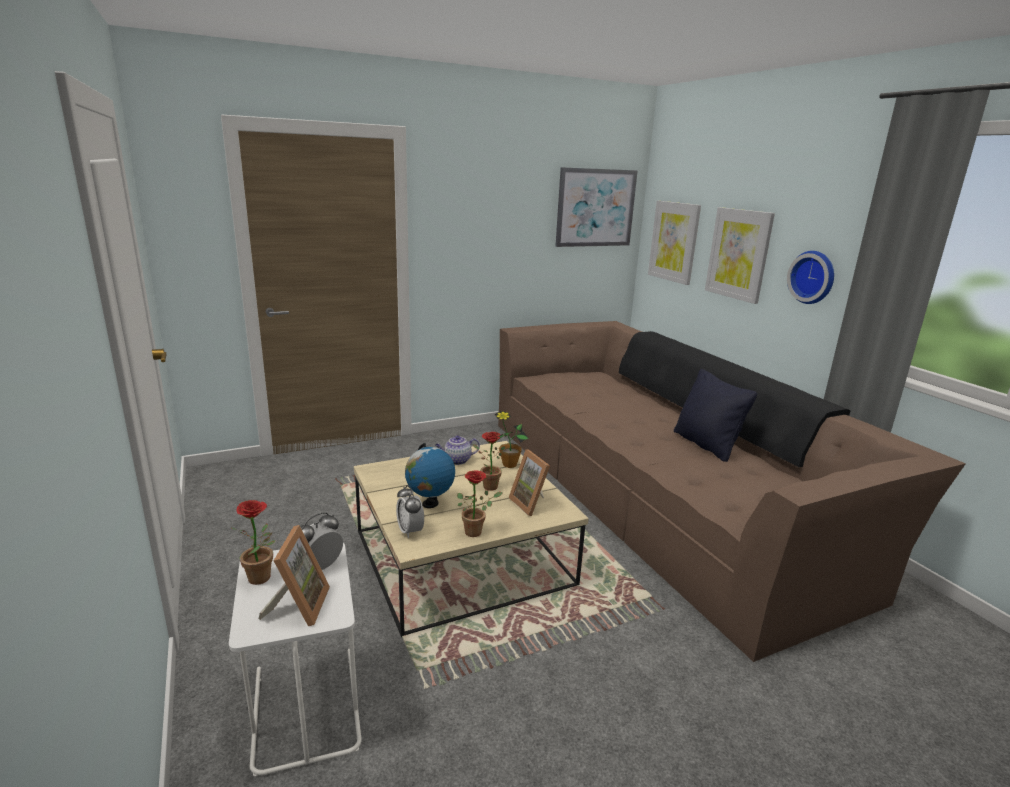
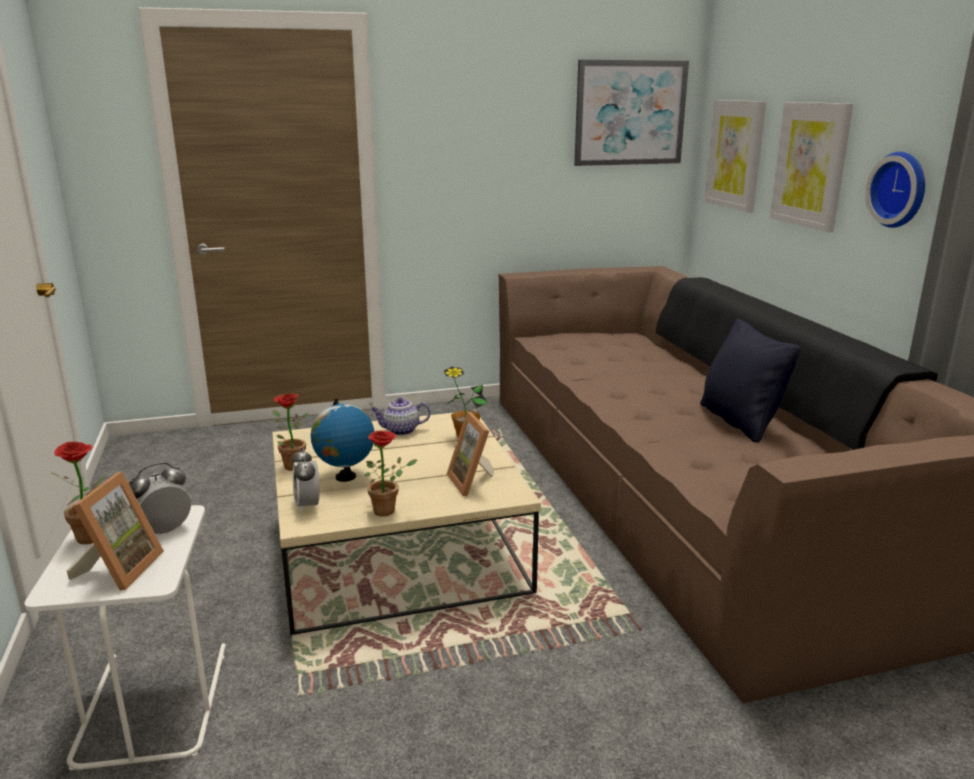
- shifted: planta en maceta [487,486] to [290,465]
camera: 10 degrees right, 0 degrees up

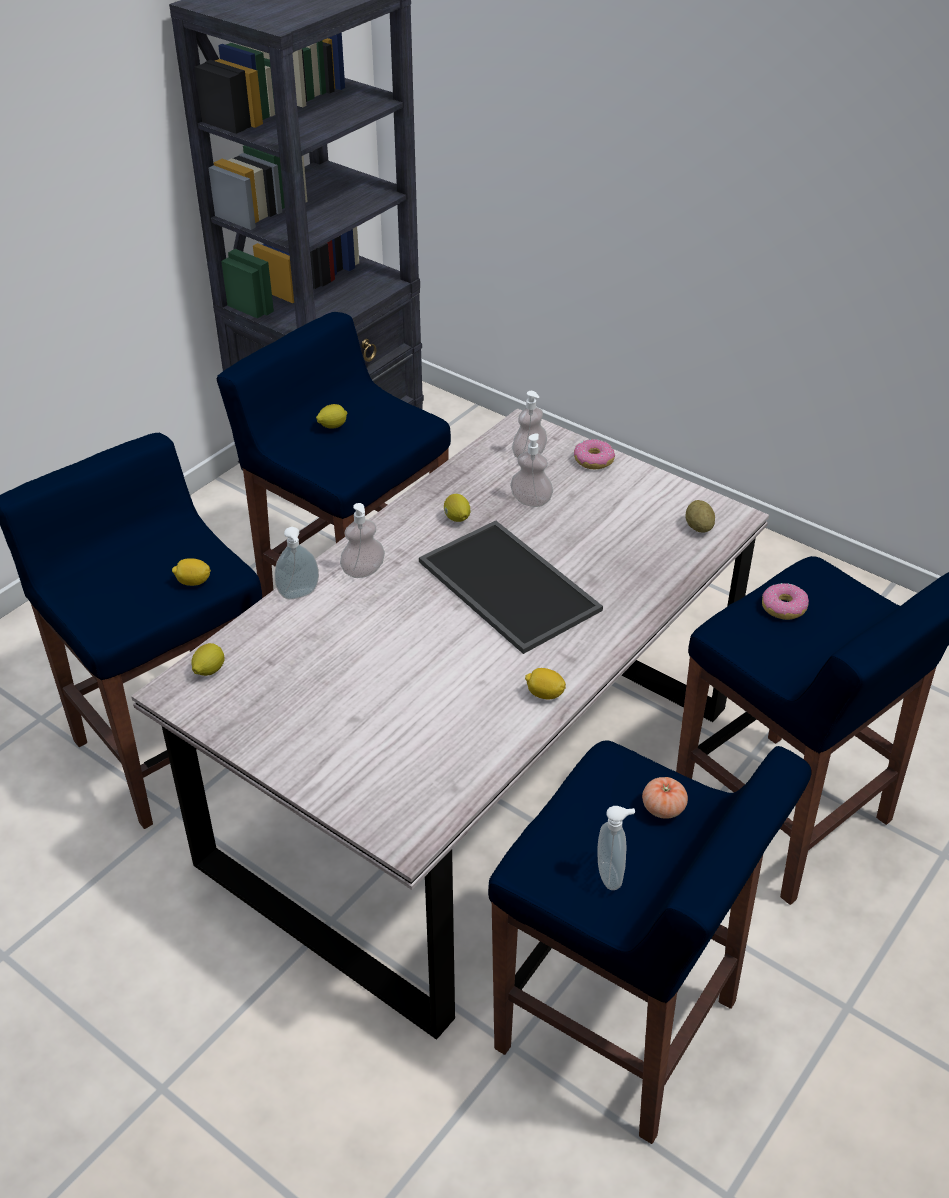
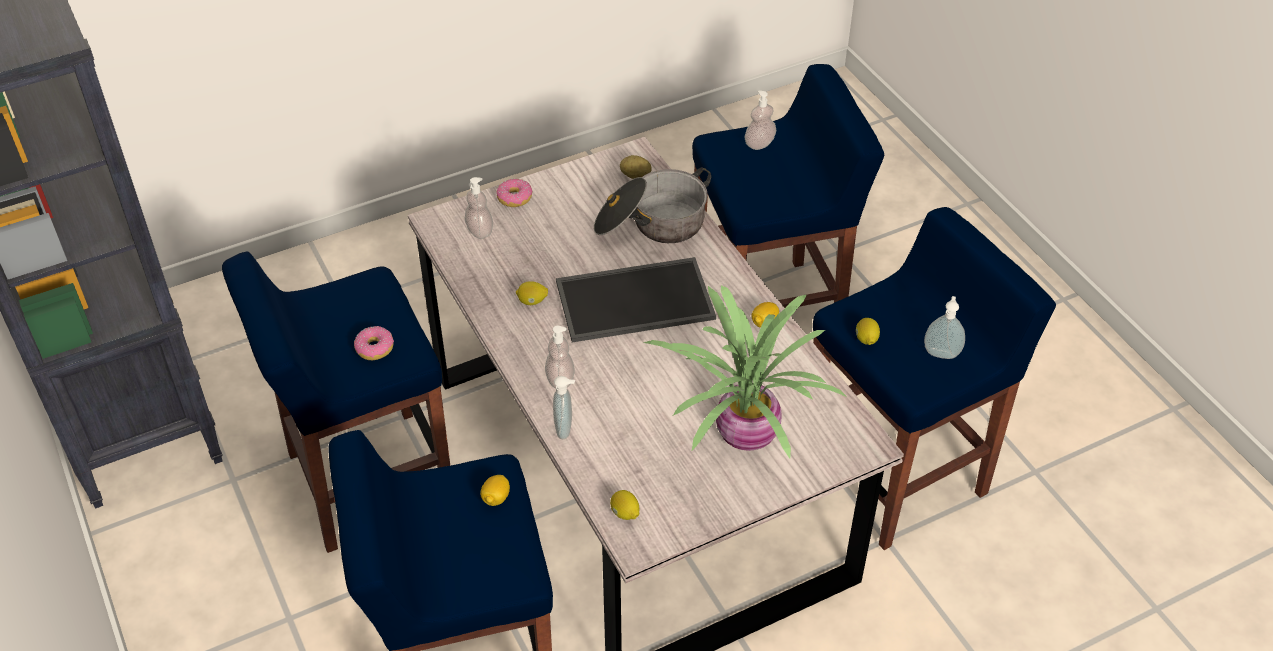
- shifted: limón [332,426] to [866,340]
- shifted: dispensador de jabón [531,501] to [759,144]
- shifted: rosquilla [783,607] to [374,348]
- gone: tomate [663,808]
- new: olla [651,224]
- new: planta en maceta [744,432]
camera: 65 degrees left, 5 degrees up

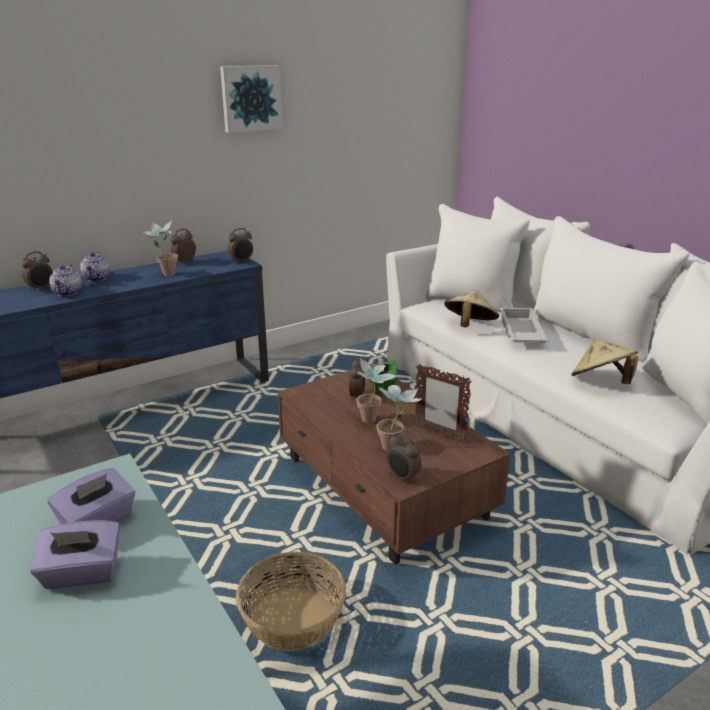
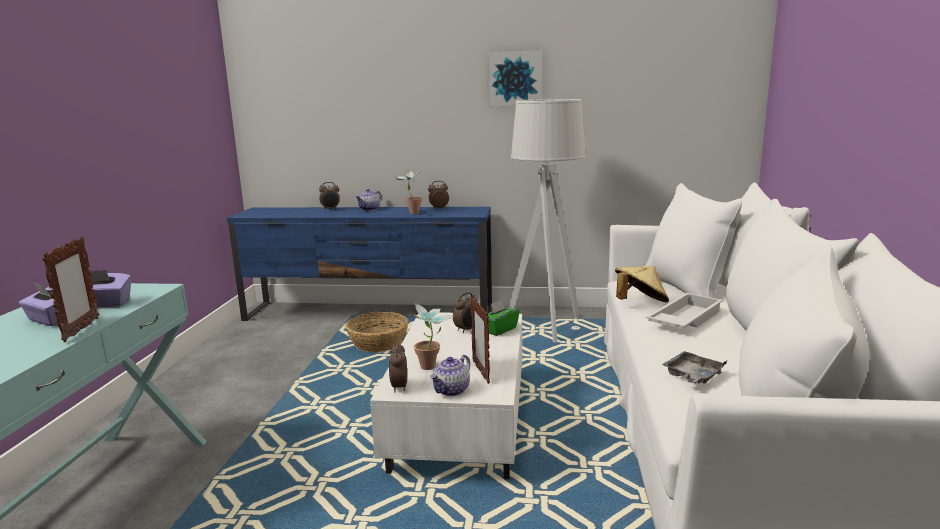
- gone: despertador [242,261]
- shifted: tetera [68,293] to [451,390]
- swapped: sombrero [beis] [601,382] to bandeja [gris] [692,376]
- gone: planta en maceta [372,421]
- repainted: mesa de centro [marrón] [383,488] to mesa de centro [blanco] [459,422]
- shifted: cesta [293,618] to [379,343]
- new: lámpara de pie [gris] [546,326]
- new: portarretratos [81,330]
camera: 40 degrees right, 10 degrees down

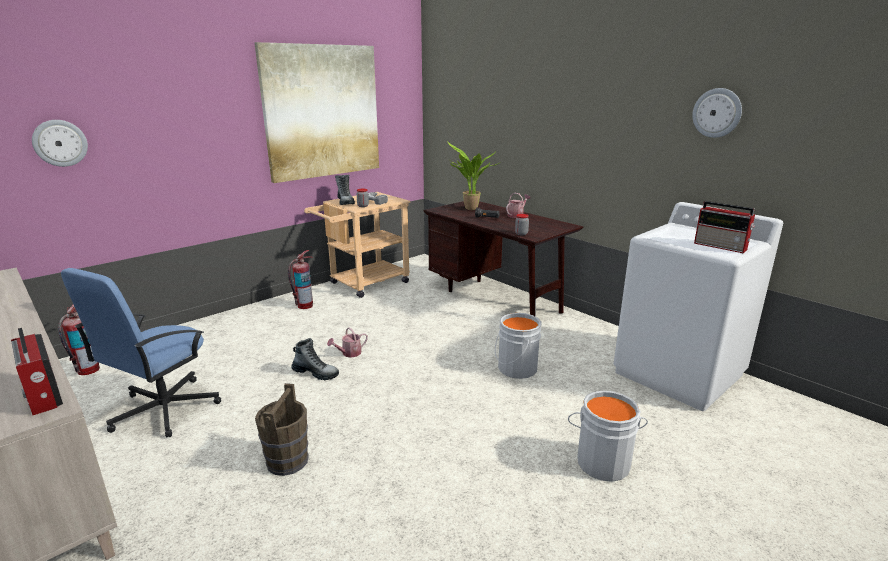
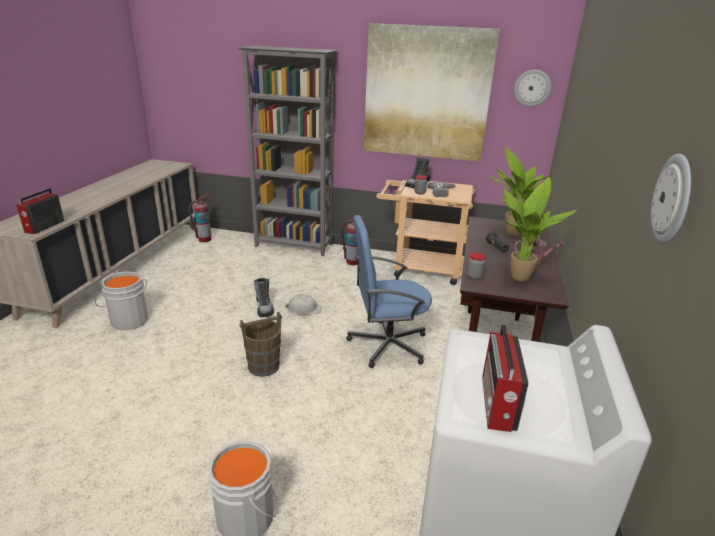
- shifted: reloj de pared [60,143] to [532,88]
- shifted: silla de oficina [azul] [163,409] to [386,345]
- shifted: cubo [gris] [515,368] to [129,320]
- swapped: regadera [349,353] to casco [blanco] [304,309]
- shifted: cubo [marrón] [287,461] to [264,366]
- new: estantería [gris] [294,246]
- new: planta en maceta [517,277]
camera: 55 degrees right, 5 degrees up

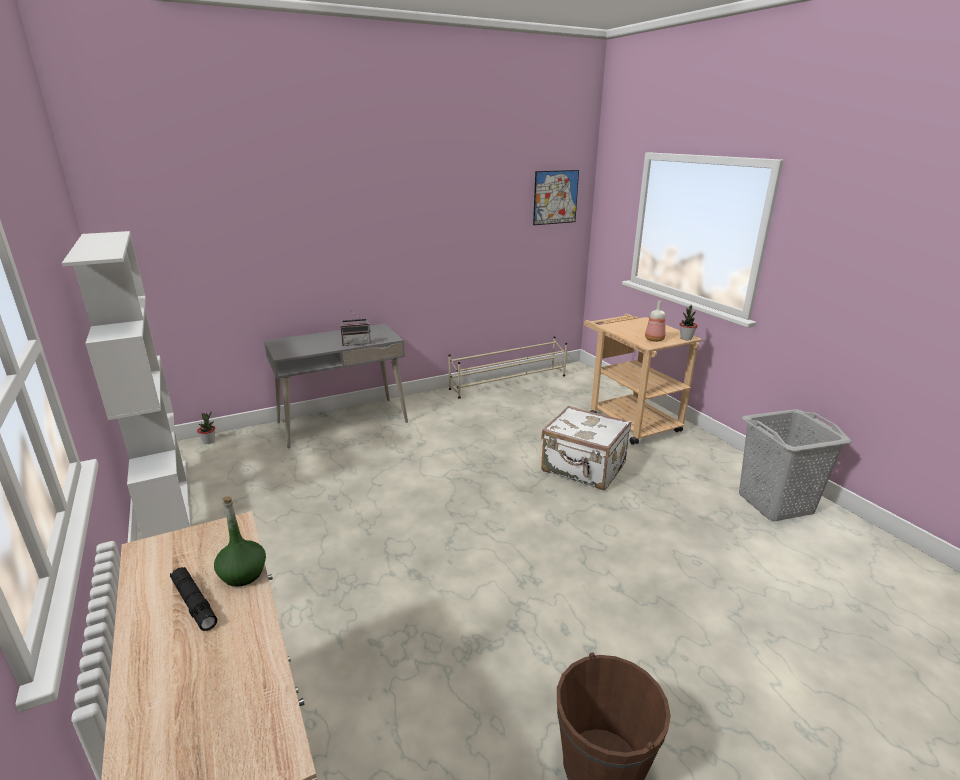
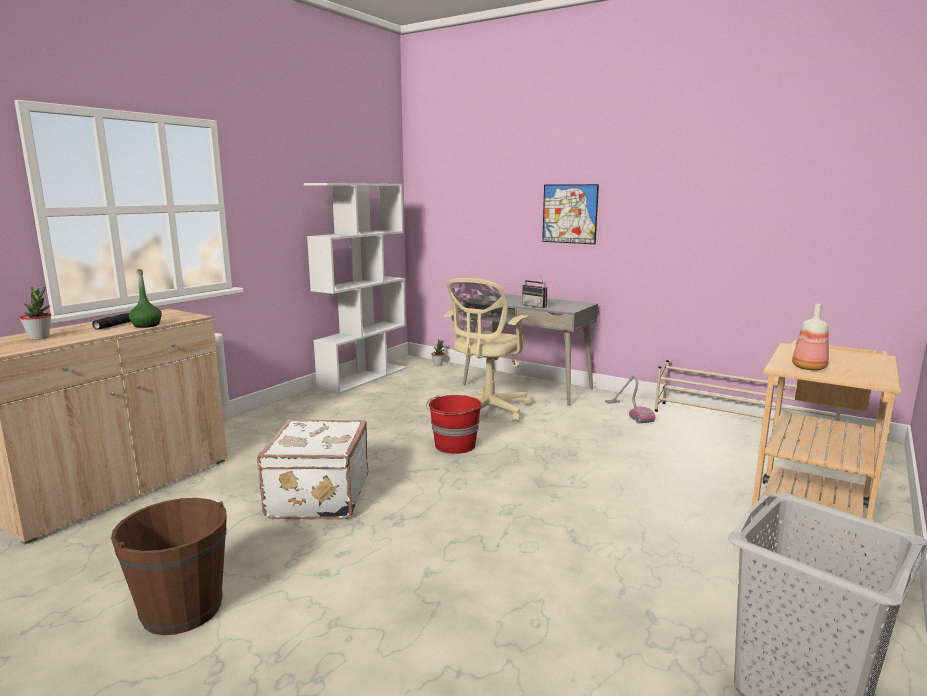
- shifted: cuadro [555,197] to [569,214]
- shifted: planta en maceta [686,338] to [39,338]
- shifted: maleta [blanco] [583,468] to [316,497]
- new: silla de oficina [beis] [487,411]
- new: aspiradora [628,412]
- new: cubo [rojo] [454,445]
camera: 60 degrees right, 10 degrees down

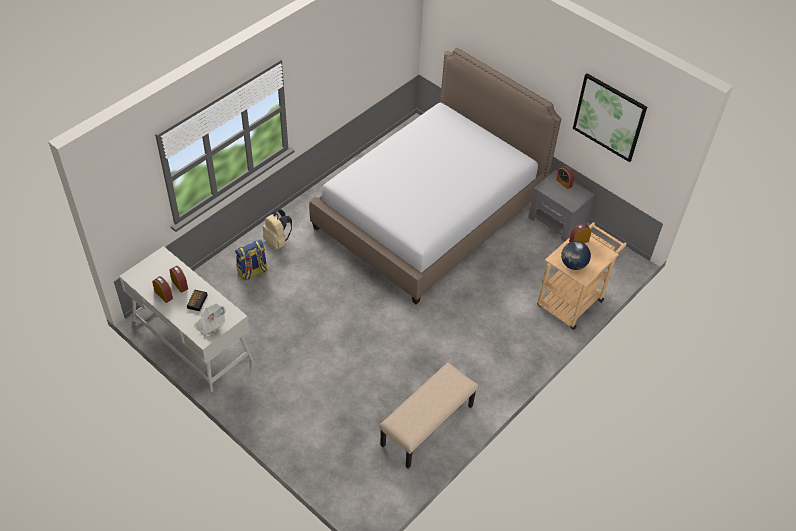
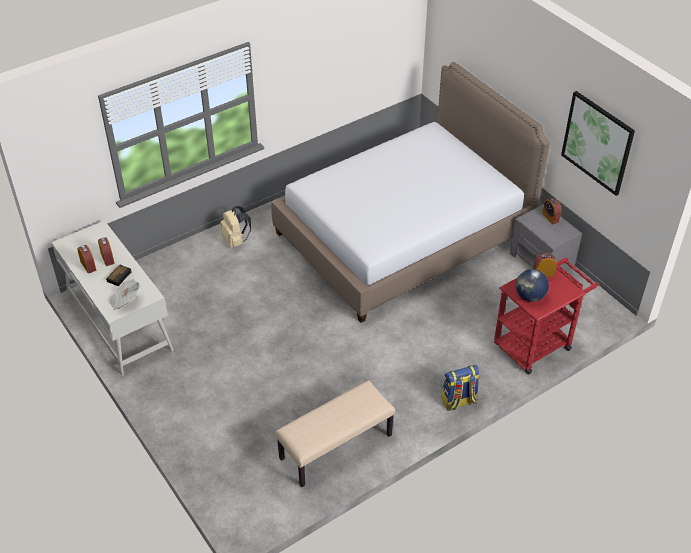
- repainted: carrito [beis] [573,299] to carrito [rojo] [537,343]
- shifted: mochila [252,272] to [458,401]
camera: 15 degrees right, 5 degrees down

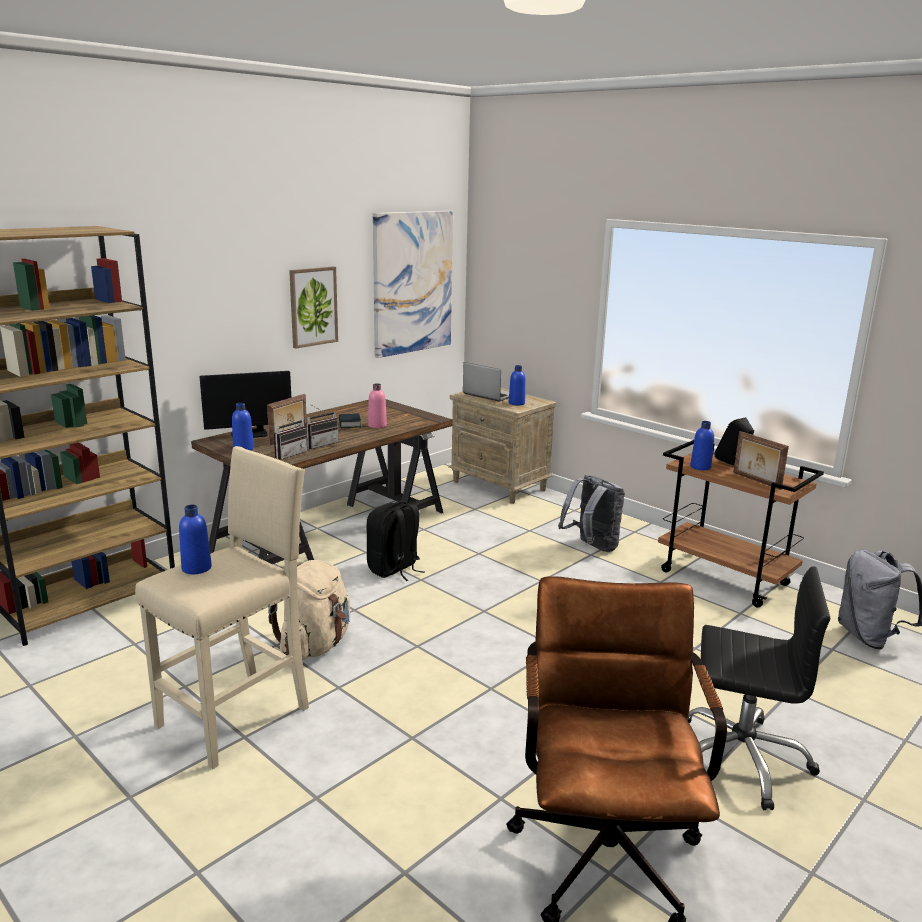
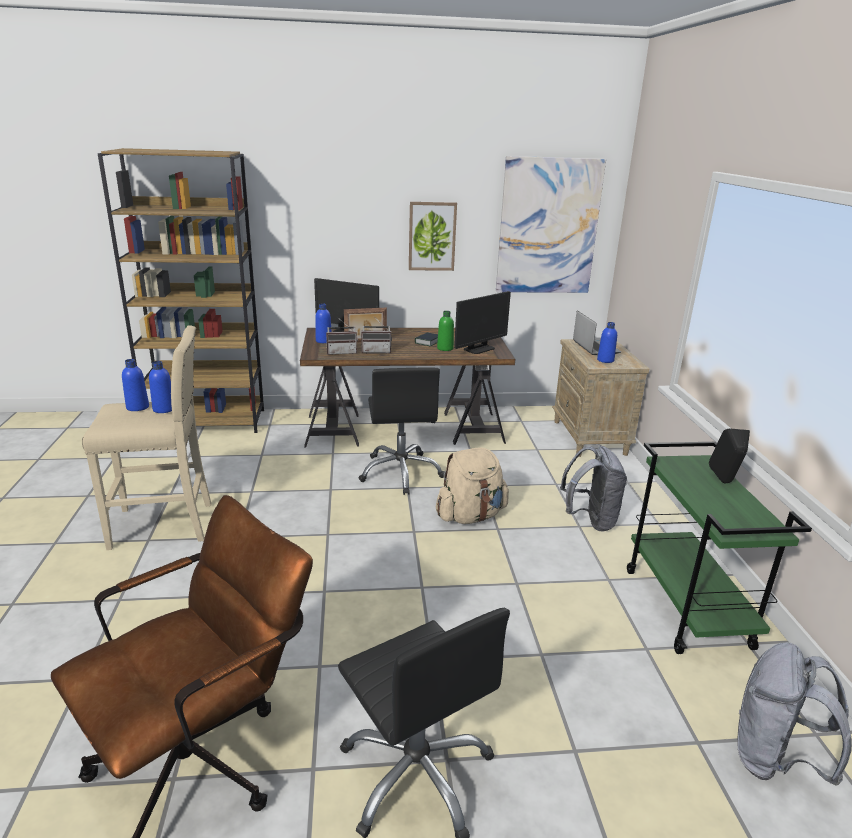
- repainted: botella [rosa] [377,425] to botella [verde] [445,348]
- shifted: botella [azul] [700,467] to [164,409]
- gone: portarretratos [756,481]
- repainted: carrito [marrón] [725,578] to carrito [verde] [688,608]
- swapped: mochila [negro] [394,569] to silla de oficina [negro] [401,472]
- shifted: mochila [beis] [315,645] to [470,516]
- new: monitor [479,349]
camera: 40 degrees right, 5 degrees up

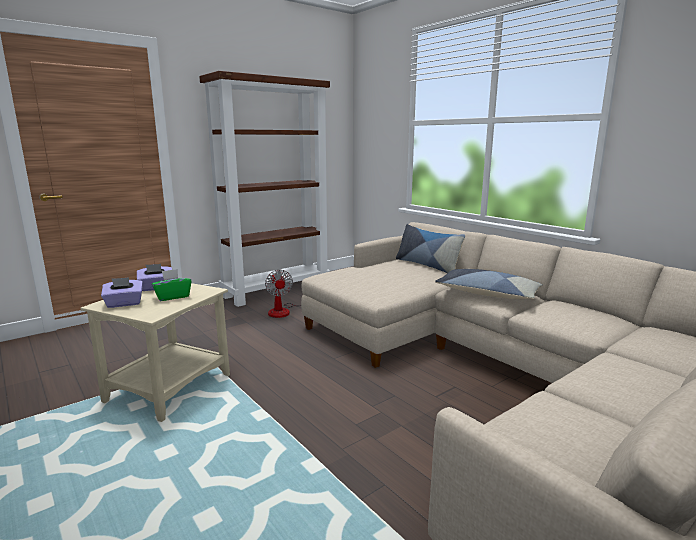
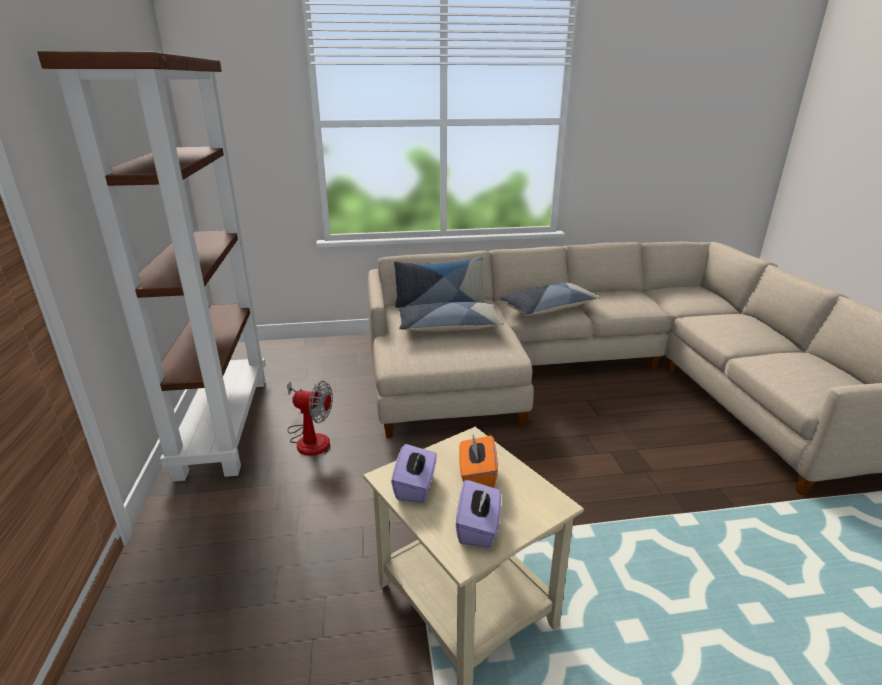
- repainted: caja de pañuelos [verde] [173,296] to caja de pañuelos [naranja] [477,476]
- new: cojín [449,327]
camera: 60 degrees left, 10 degrees up

